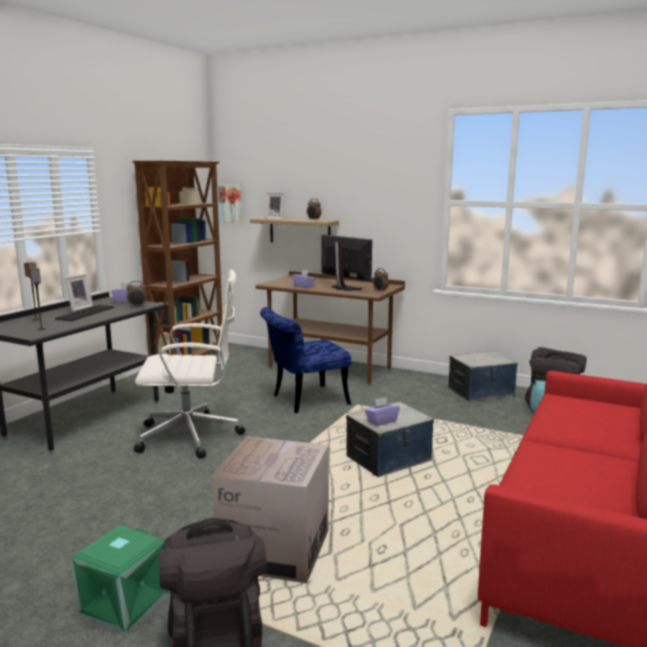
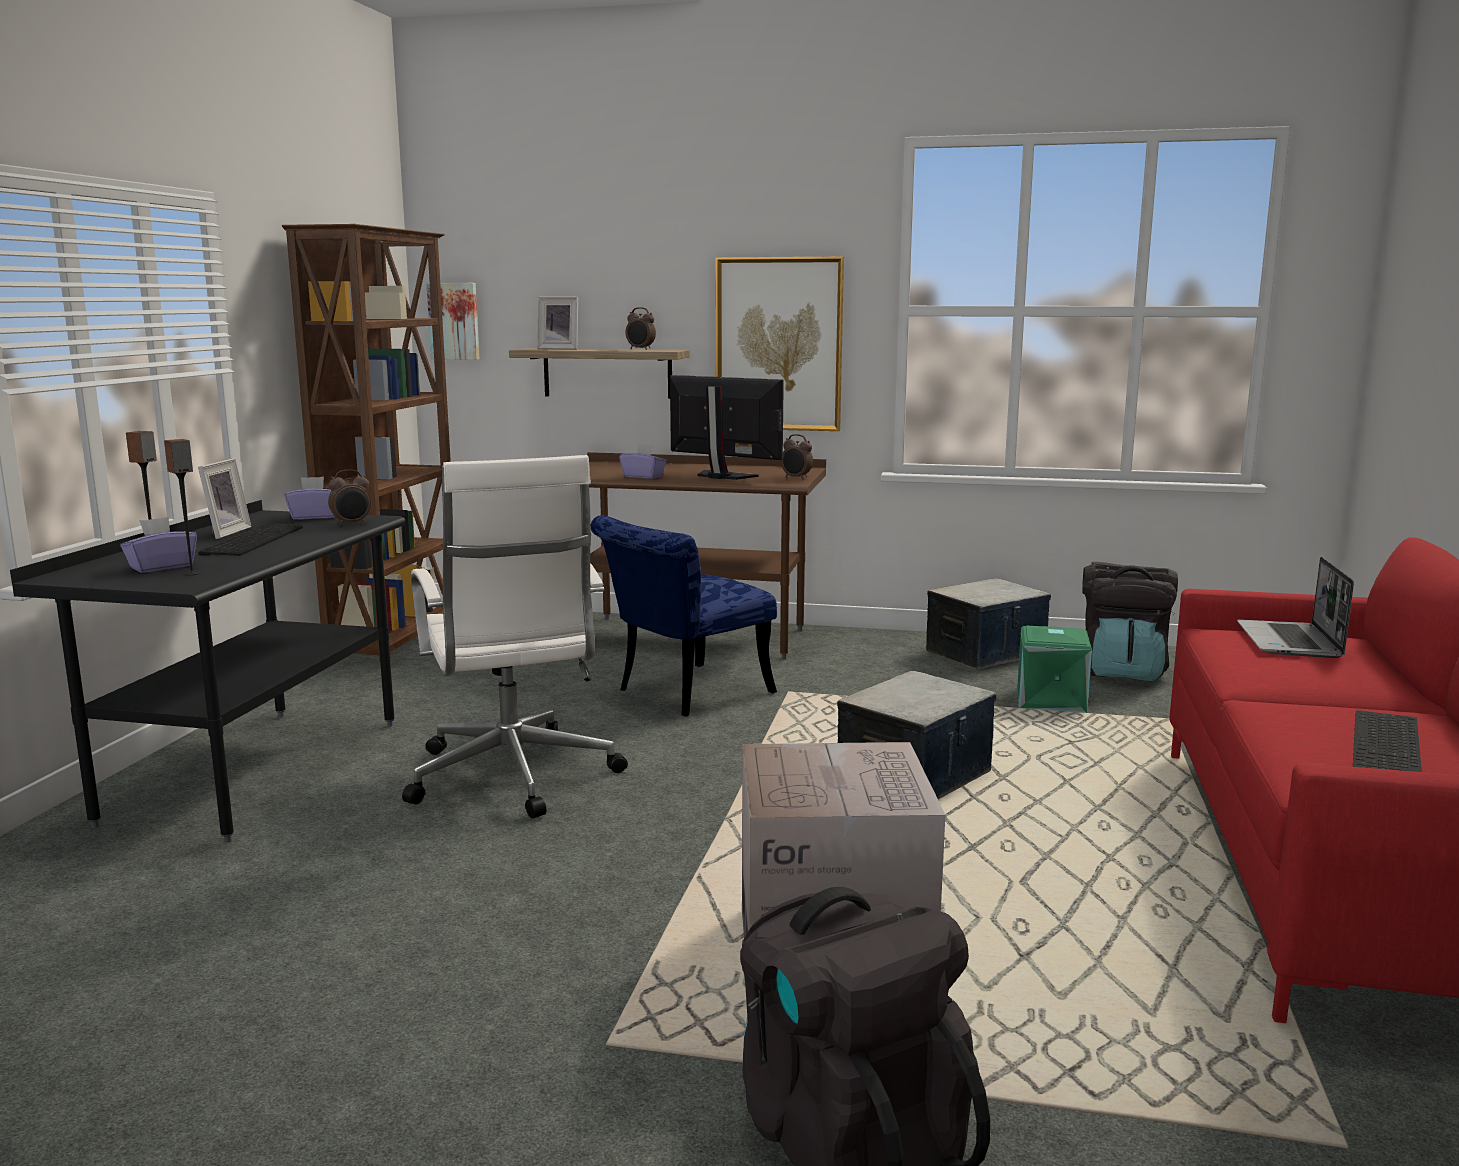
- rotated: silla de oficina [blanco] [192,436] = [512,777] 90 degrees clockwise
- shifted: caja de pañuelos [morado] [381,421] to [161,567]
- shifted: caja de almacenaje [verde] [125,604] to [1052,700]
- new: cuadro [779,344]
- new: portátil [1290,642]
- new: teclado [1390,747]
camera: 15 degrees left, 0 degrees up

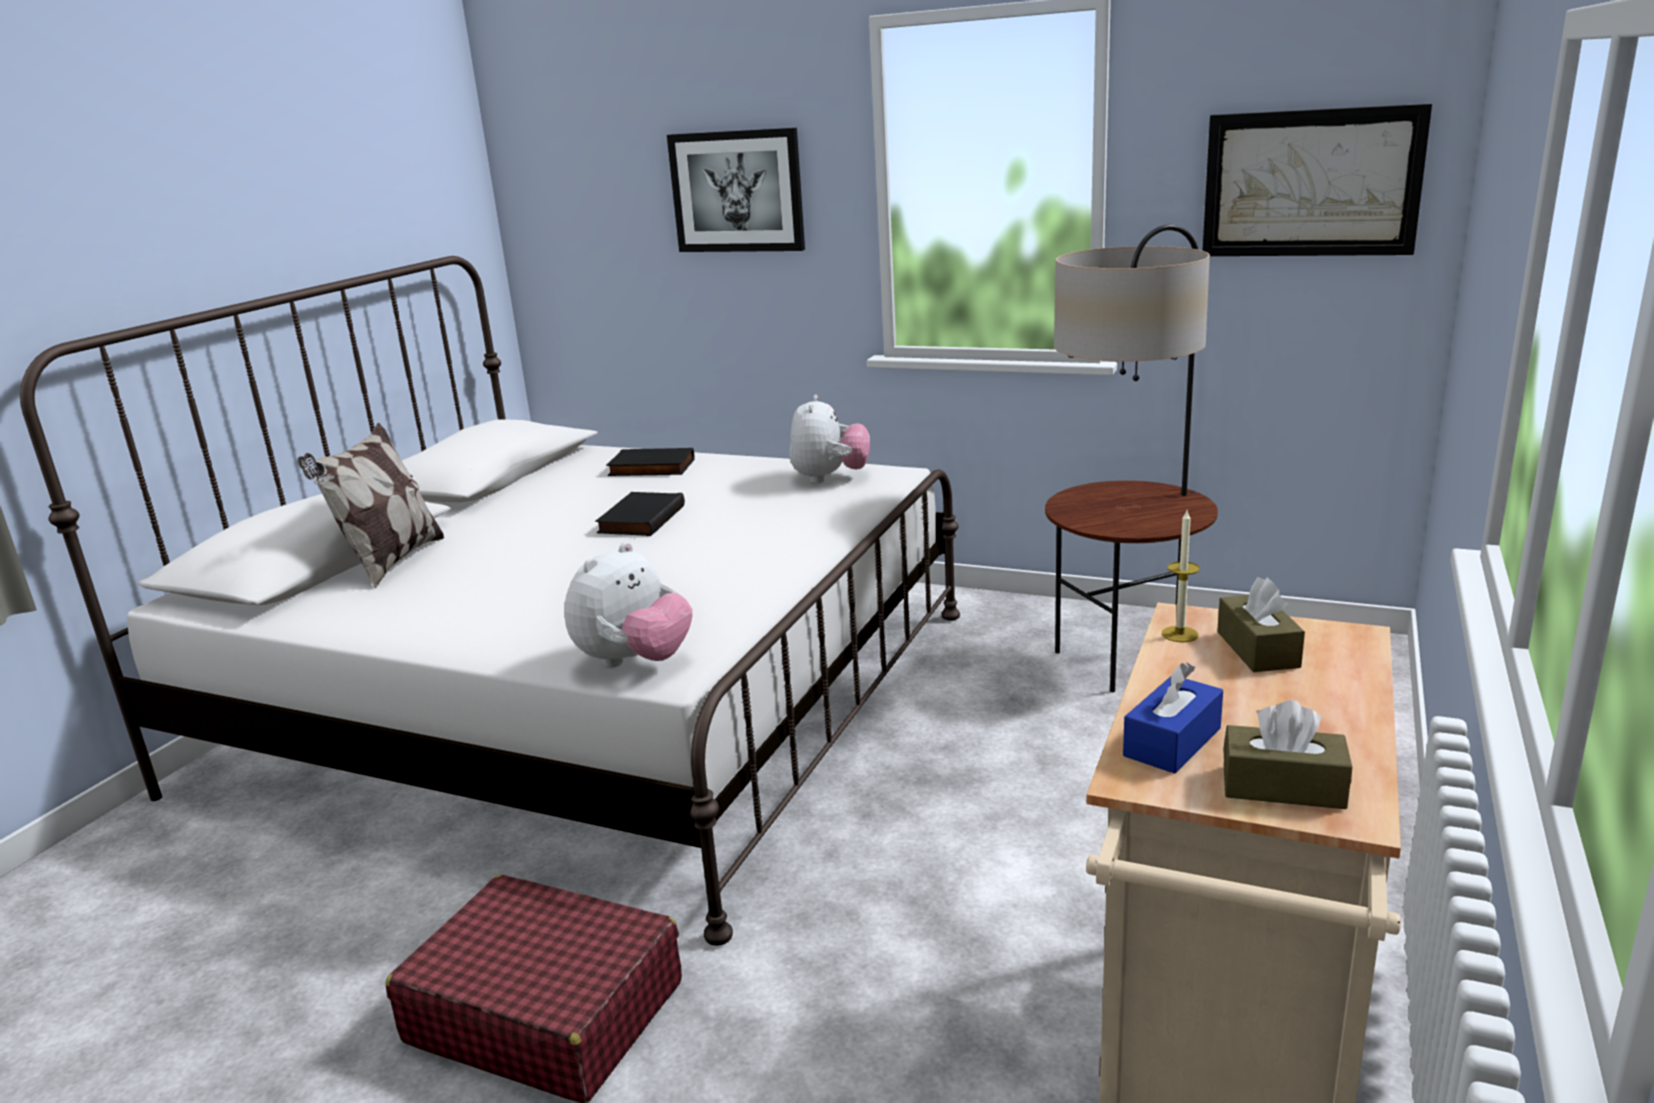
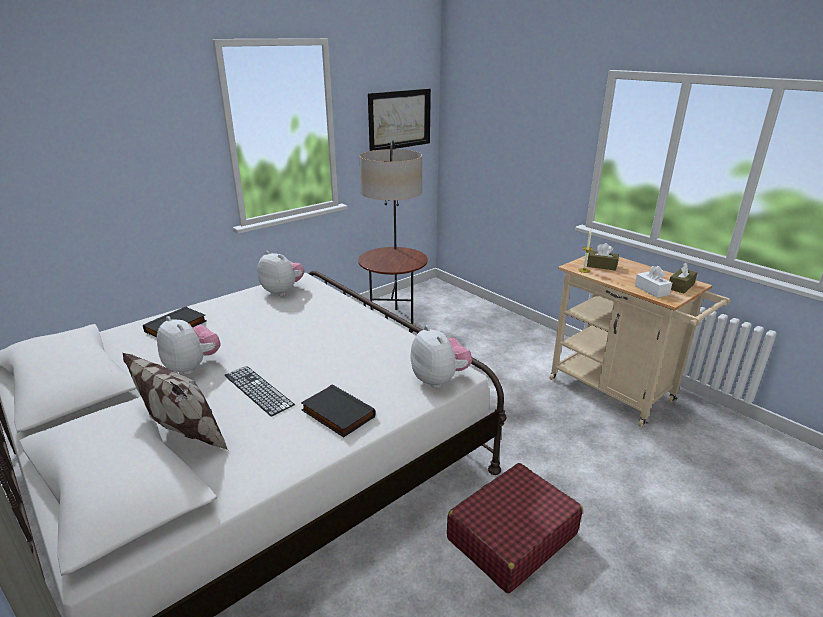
- gone: cuadro [737,191]
- shifted: libro [negro] [640,519] to [336,414]
- repainted: caja de pañuelos [azul] [1172,742] to caja de pañuelos [blanco] [651,290]
- new: peluche [192,366]
- new: teclado [258,390]
camera: 65 degrees left, 5 degrees up

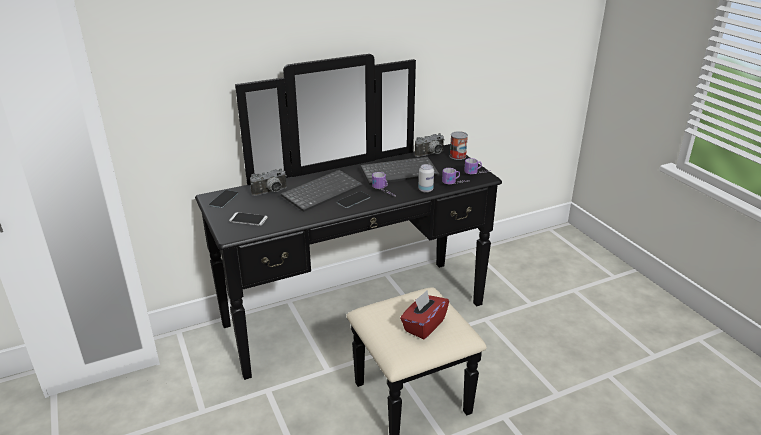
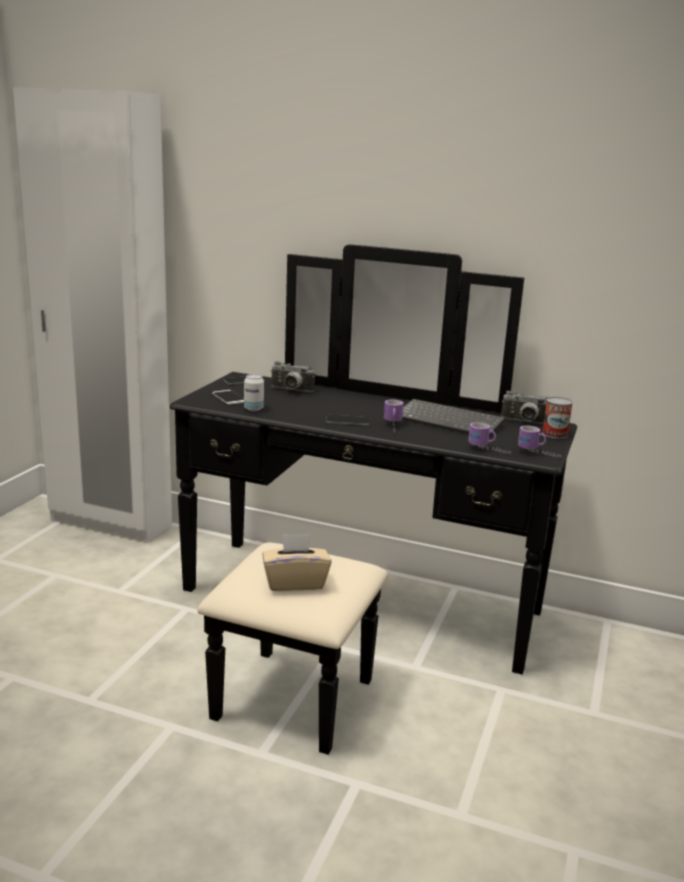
- shifted: lata [425,190] to [253,409]
- gone: teclado [322,191]
- repainted: caja de pañuelos [rojo] [423,325] to caja de pañuelos [beis] [295,582]
camera: 45 degrees right, 10 degrees down

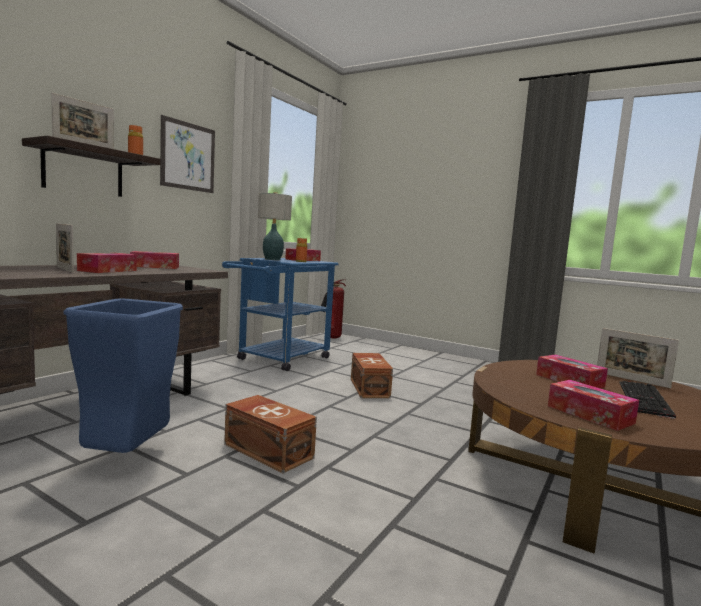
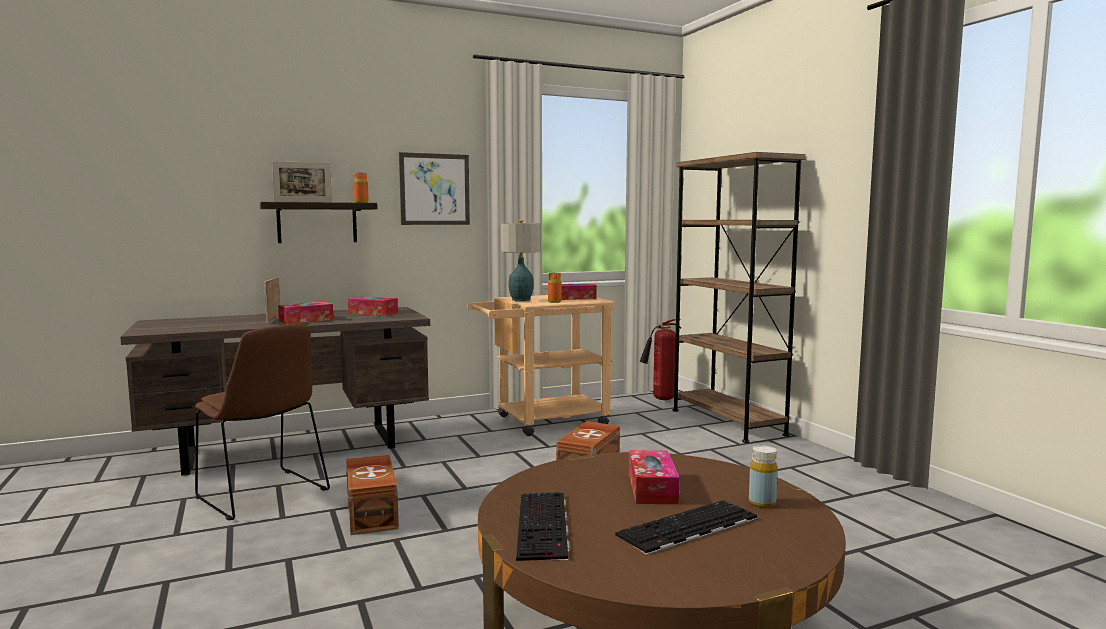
- repainted: carrito [azul] [279,360] to carrito [beis] [543,422]
- swapped: papelera [azul] [127,458] to silla [marrón] [264,495]
- swapped: portarretratos [631,380] to botella [amarillo] [762,503]
- swapped: caja de pañuelos [590,414] to teclado [544,526]
- new: estantería [marrón] [727,422]
camera: 35 degrees right, 0 degrees up

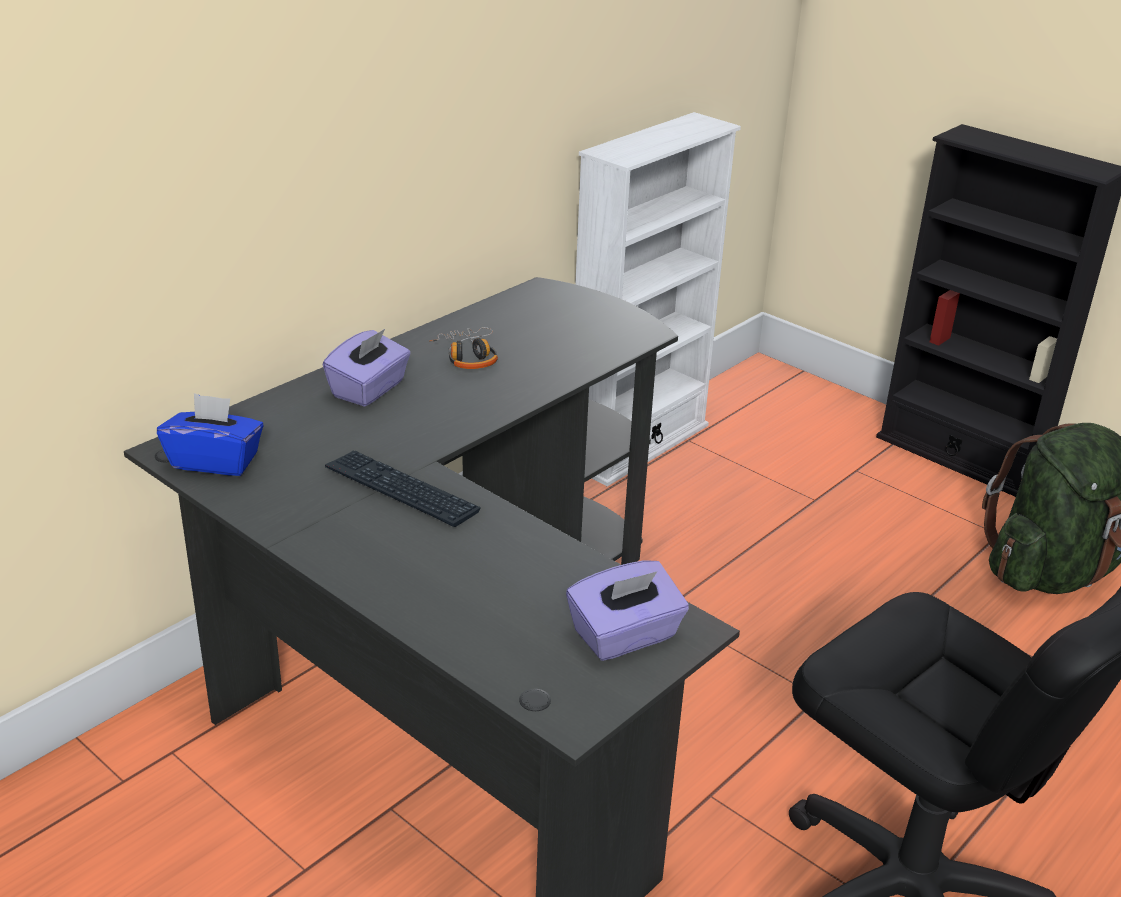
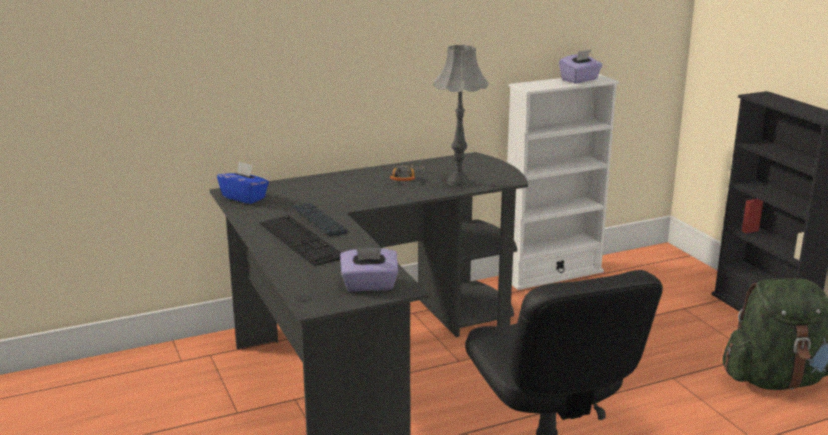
- shifted: caja de pañuelos [morado] [369,389] to [580,80]
- new: lámpara de mesa [gris] [458,183]
- new: teclado [300,240]
camera: 25 degrees right, 10 degrees down

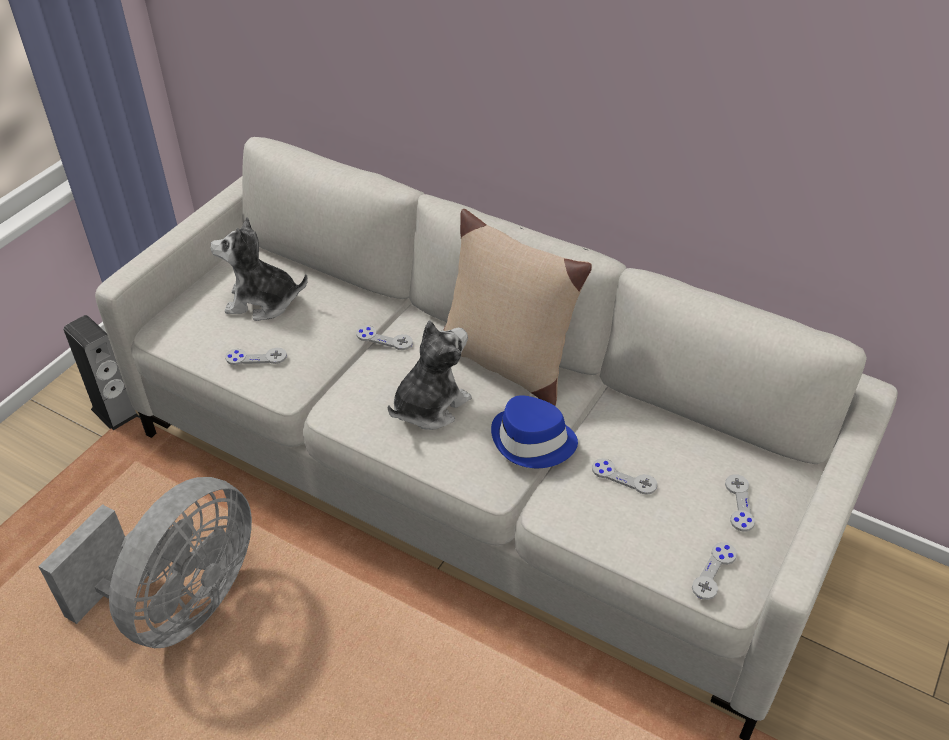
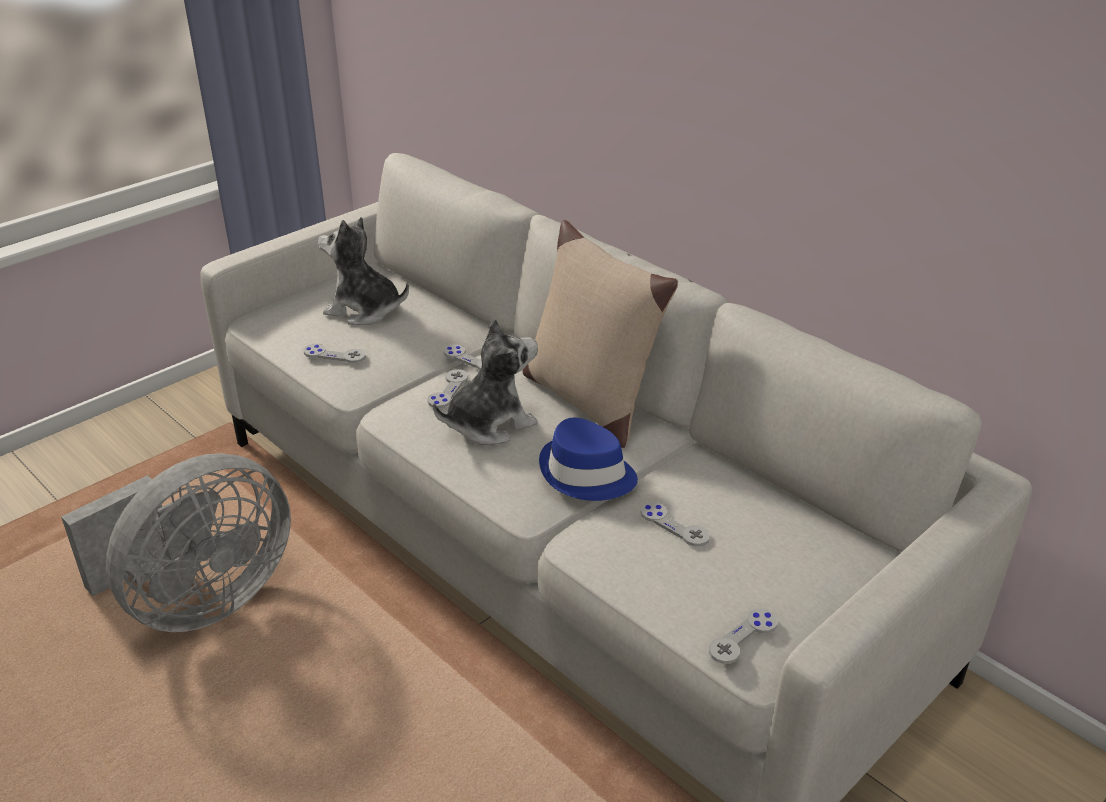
- gone: altavoz [115,413]
- shifted: mando de consola [gris] [739,503] to [448,390]
camera: 15 degrees right, 10 degrees down

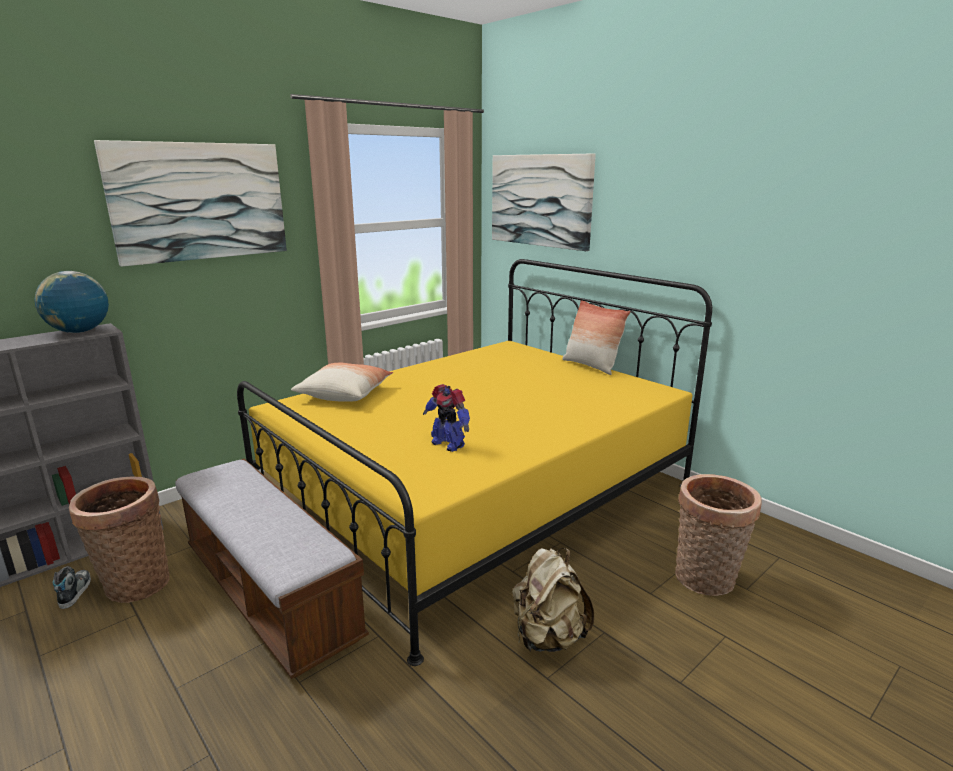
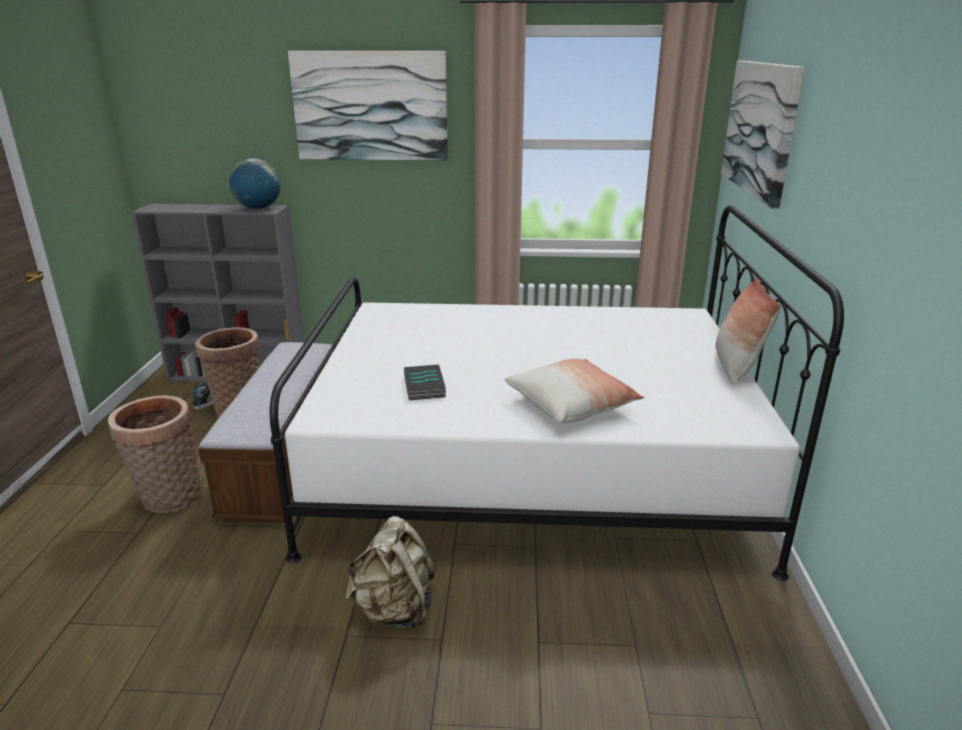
- repainted: cama [amarillo] [477,496] to cama [blanco] [530,466]
- shifted: cojín [345,394] to [571,405]
- swapped: robot de juguete [448,444] to libro [425,387]
- shifted: cesta [706,580] to [168,499]
camera: 45 degrees right, 5 degrees up

